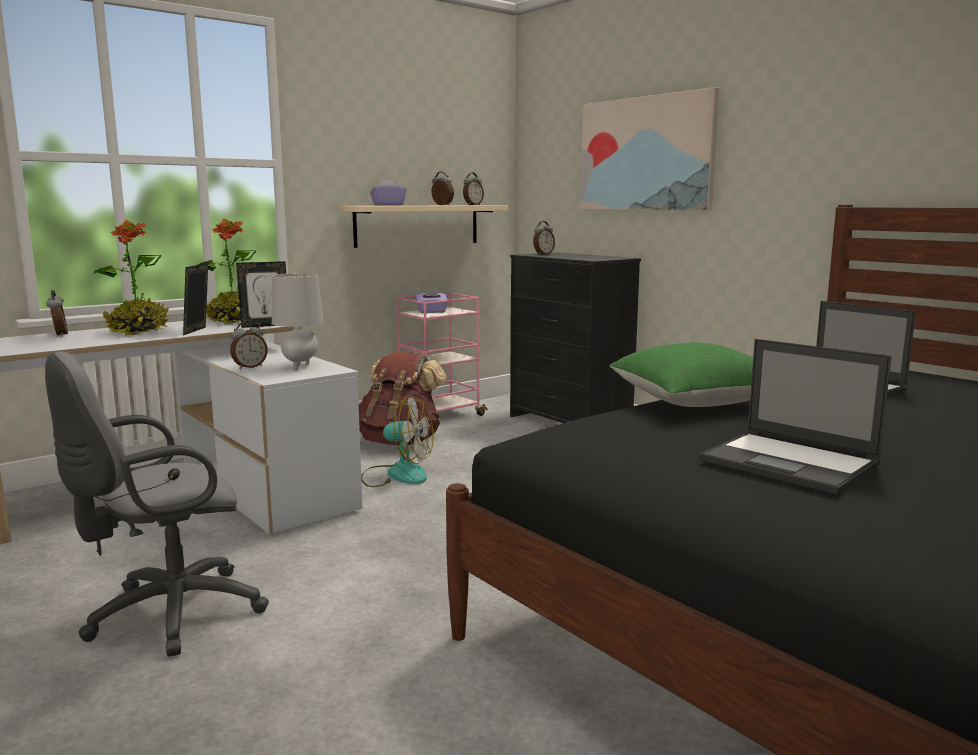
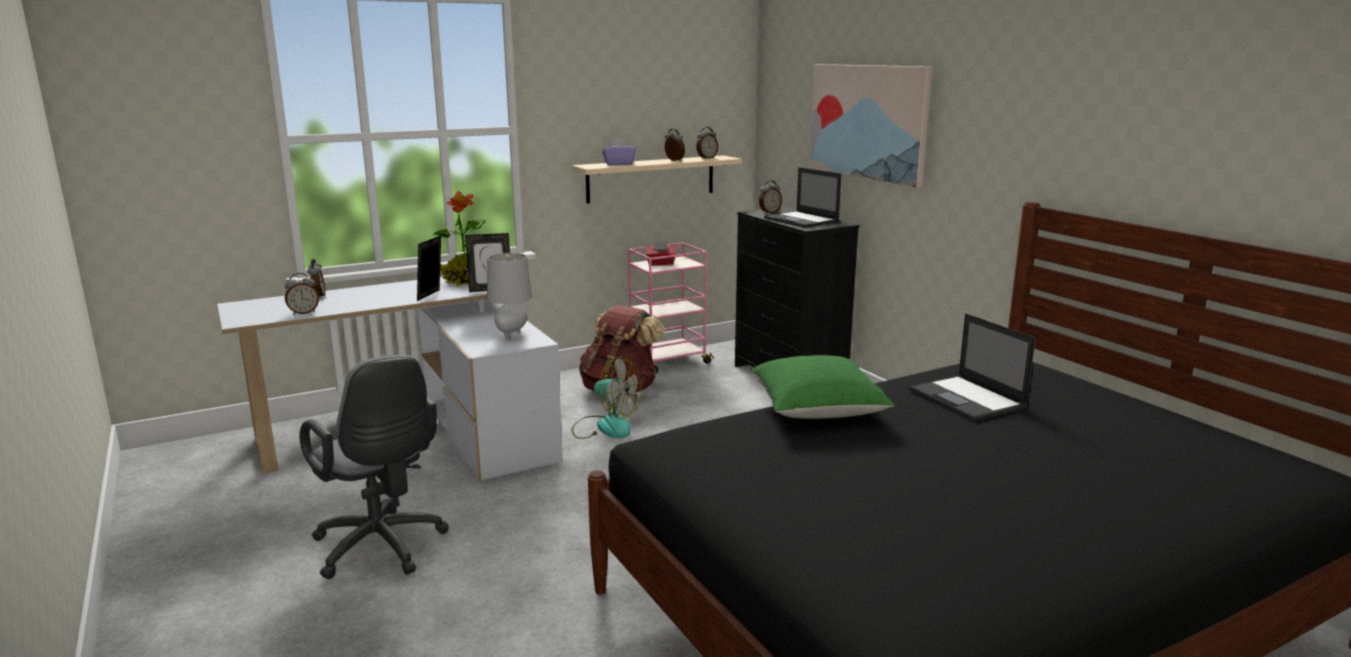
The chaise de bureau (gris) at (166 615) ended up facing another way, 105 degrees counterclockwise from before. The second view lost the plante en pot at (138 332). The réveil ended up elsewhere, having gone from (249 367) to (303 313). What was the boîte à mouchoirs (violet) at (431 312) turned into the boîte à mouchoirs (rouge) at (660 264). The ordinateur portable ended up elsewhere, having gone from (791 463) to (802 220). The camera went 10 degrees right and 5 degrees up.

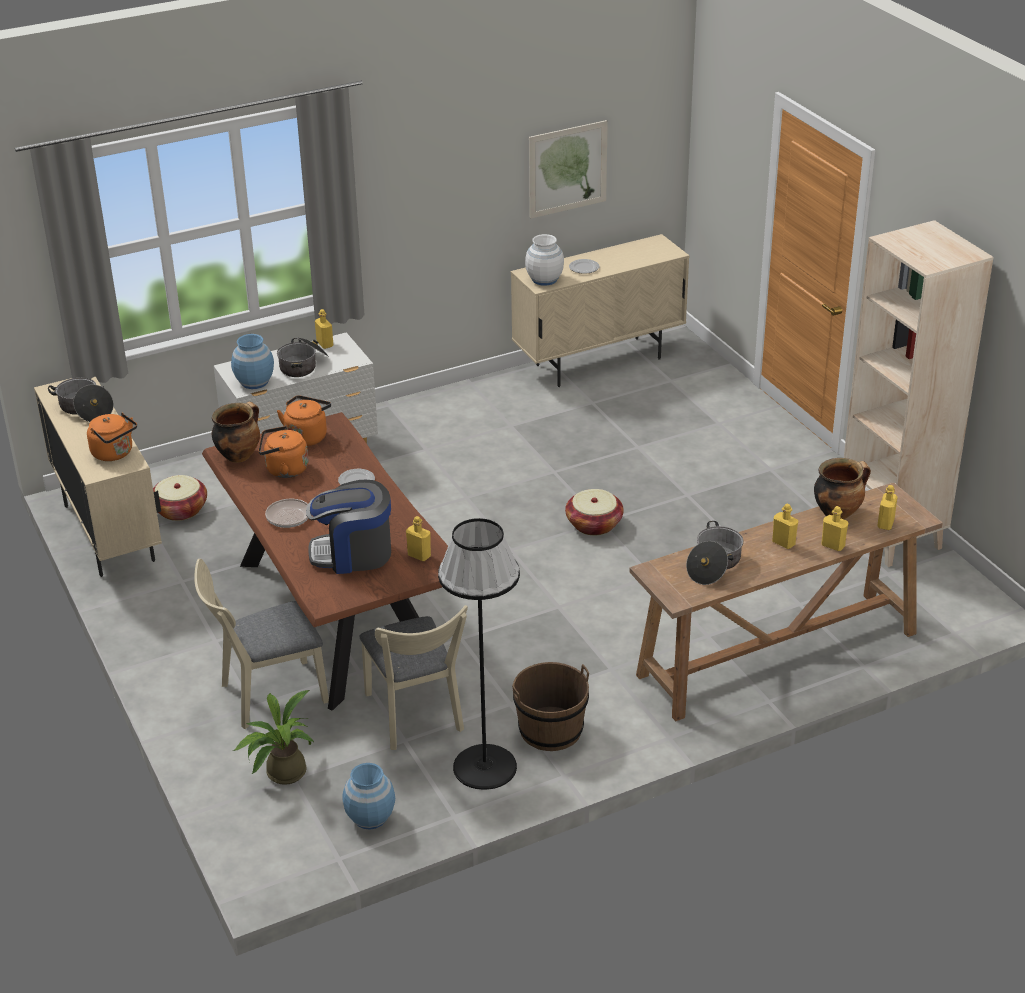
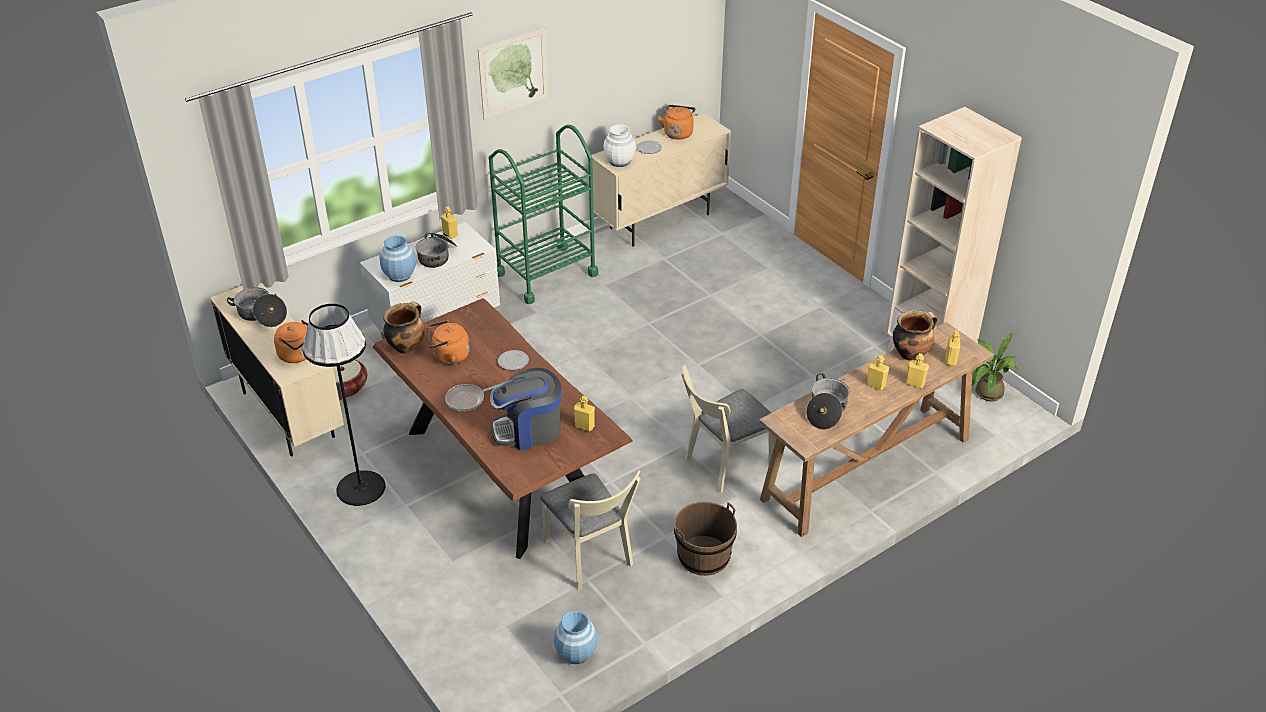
The chaise (beige) ended up elsewhere, having gone from (266 696) to (724 465). The plante en pot ended up elsewhere, having gone from (281 774) to (986 394). The bouilloire (orange) ended up elsewhere, having gone from (307 436) to (678 133). The lampadaire (noir) ended up elsewhere, having gone from (484 766) to (360 488). The tableau ended up elsewhere, having gone from (567 169) to (513 73). The second view lost the panier at (594 524). The second view gained the chariot (vert) at (546 274). The camera went 10 degrees left and 5 degrees up.

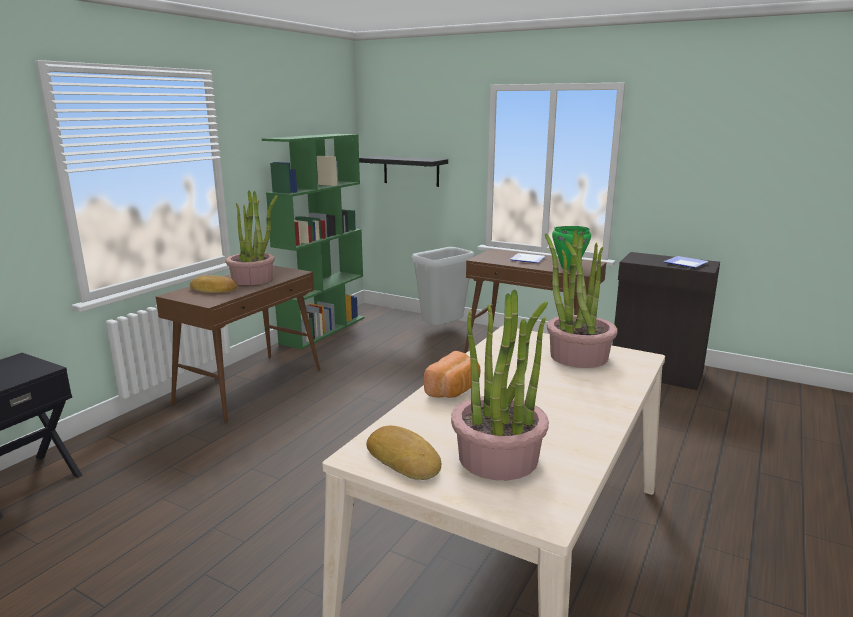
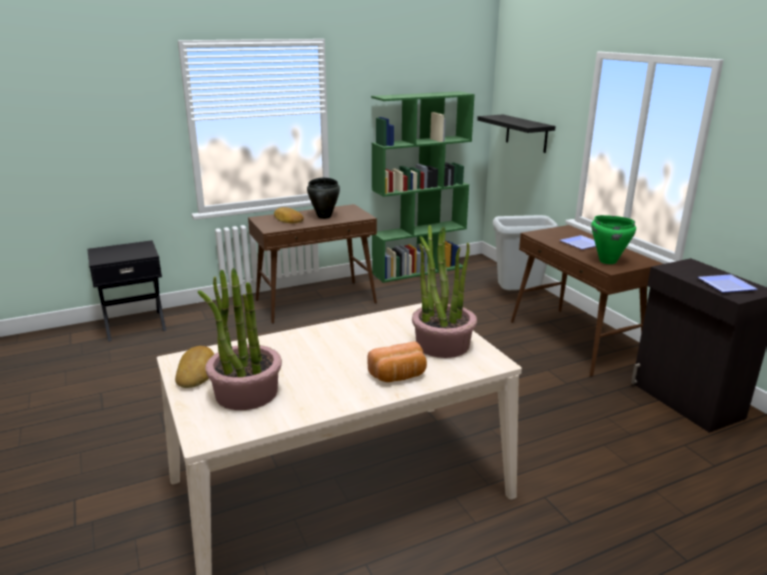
Where the plante en pot stood at (253 279), the marmite (noir) came to stand at (324 216). The pain ended up elsewhere, having gone from (454 390) to (399 376). The camera went 35 degrees right and 5 degrees up.

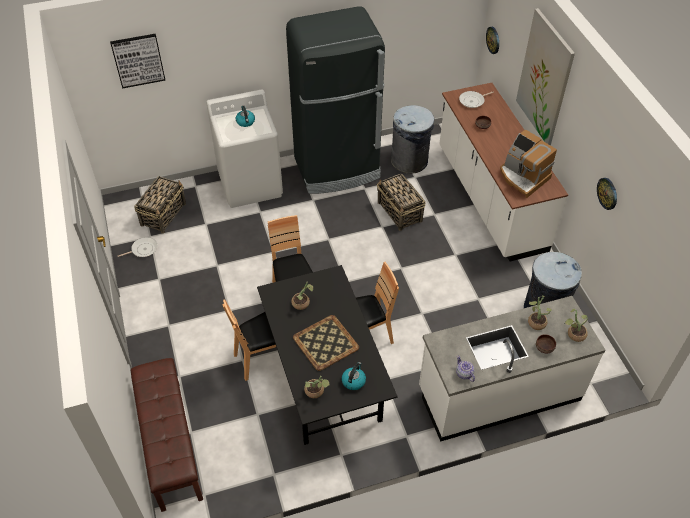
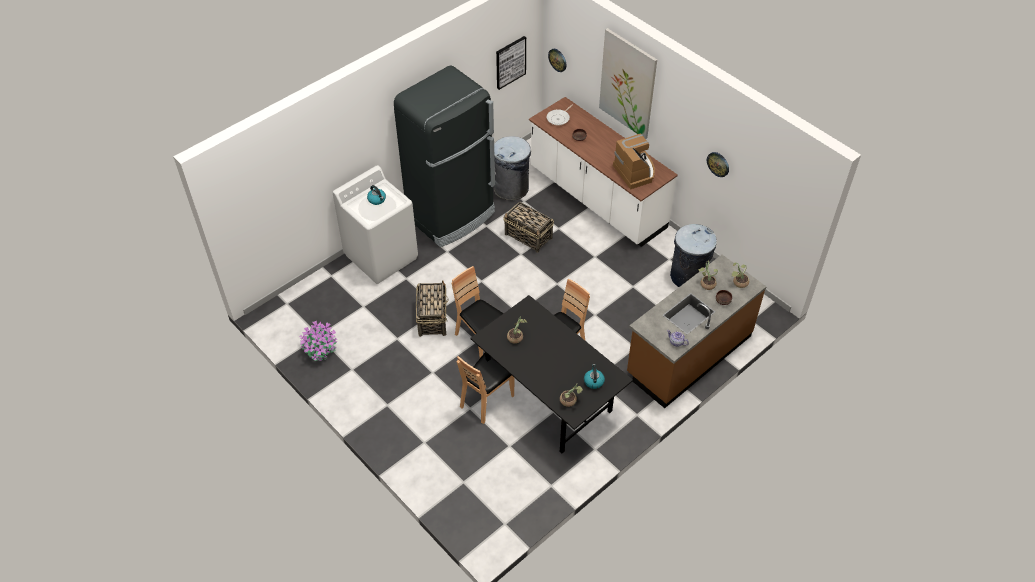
The tableau ended up elsewhere, having gone from (138 60) to (510 62). Where the poêle stood at (143 249), the plante en pot came to stand at (319 349). The second view lost the banc (marron) at (170 444). The panier ended up elsewhere, having gone from (164 214) to (432 318). The second view lost the plateau at (325 342). What was the comptoir de cuisine (blanc) at (498 393) turned into the comptoir de cuisine (marron) at (688 355). The machine à café at (523 177) ended up facing another way, 135 degrees counterclockwise from before. The camera went 25 degrees left and 0 degrees up.

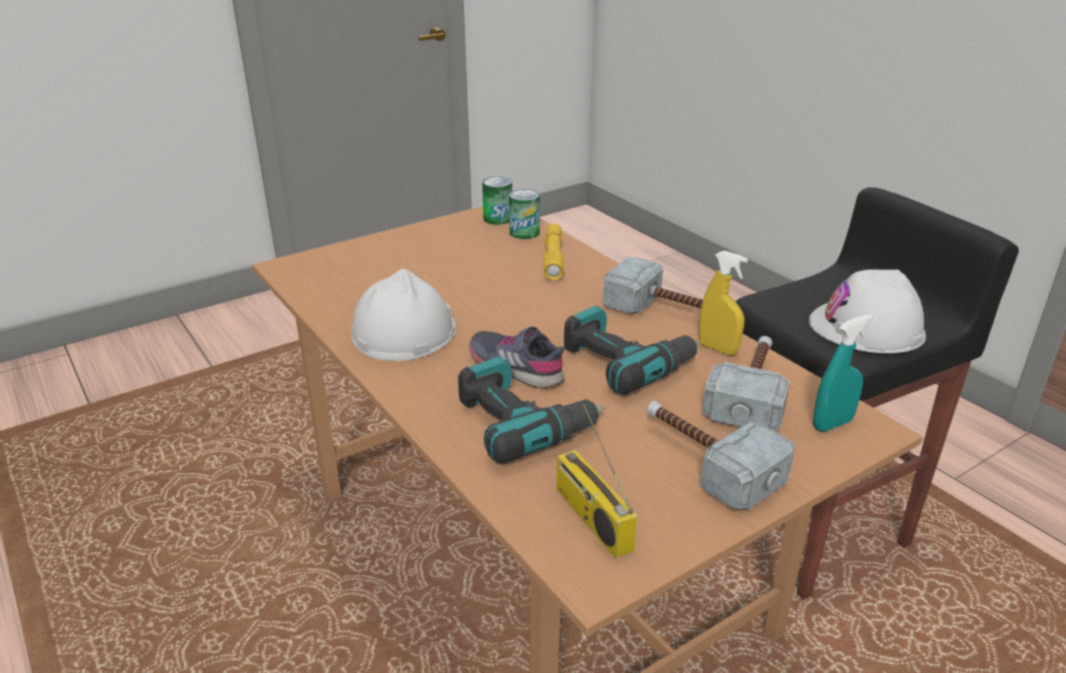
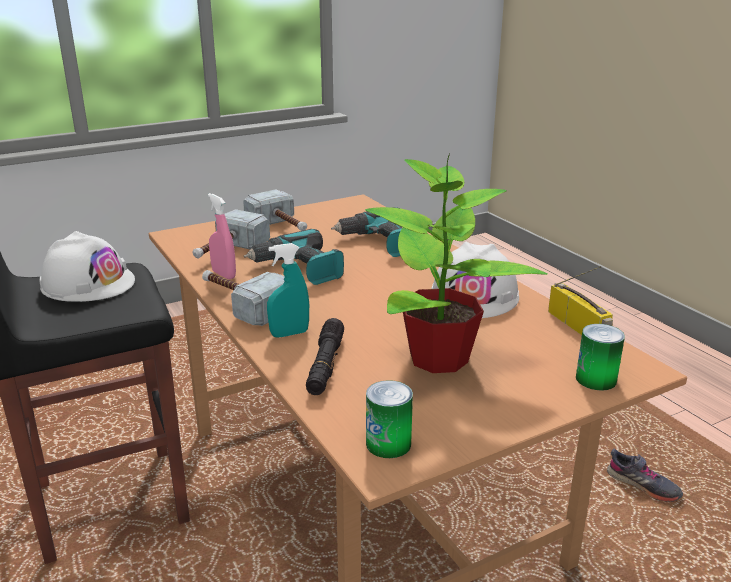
The chaussure (gris) ended up elsewhere, having gone from (516 367) to (642 486). The boîte métallique ended up elsewhere, having gone from (524 232) to (596 379). What was the lampe de poche (jaune) at (553 258) turned into the lampe de poche (noir) at (325 365). The radio ended up elsewhere, having gone from (590 517) to (579 327). What was the vaporisateur (jaune) at (718 349) turned into the vaporisateur (rose) at (224 274). The vaporisateur (turquoise) ended up elsewhere, having gone from (832 424) to (289 334). The second view gained the plante en pot at (439 359). The camera went 175 degrees left and 5 degrees down.

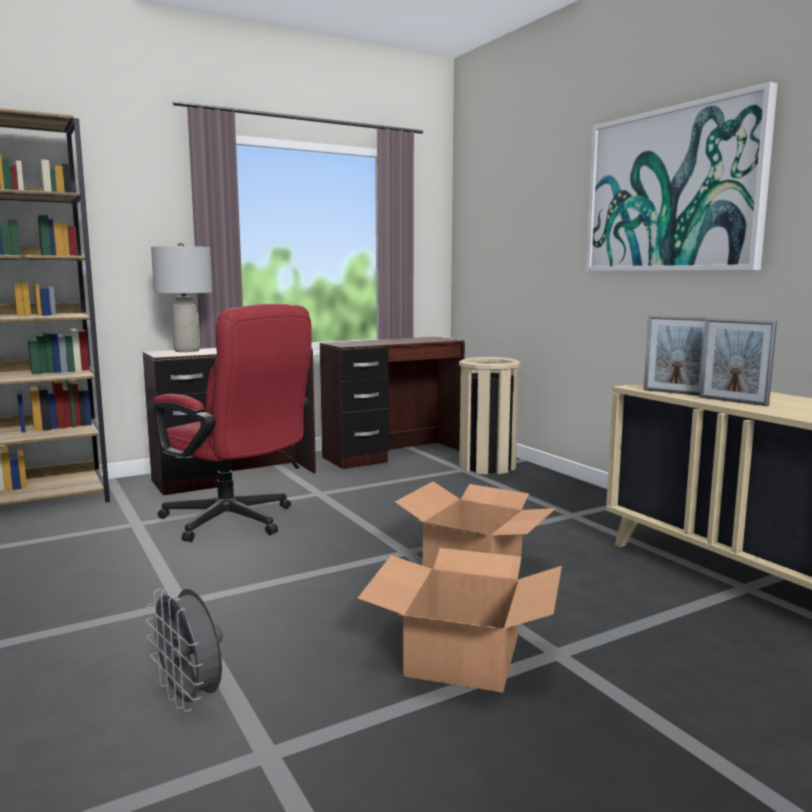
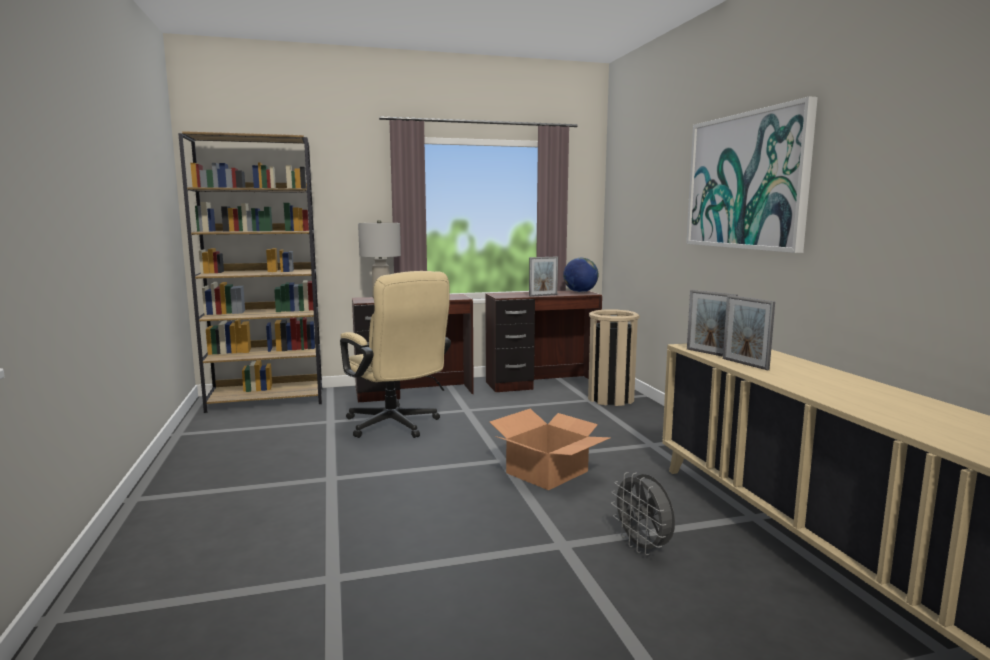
The ventilateur (gris) ended up elsewhere, having gone from (191 698) to (643 547). What was the chaise de bureau (rouge) at (236 522) turned into the chaise de bureau (beige) at (396 426). The second view lost the carton at (462 655). The second view gained the cadre photo at (543 295). The second view gained the globe at (580 292). The camera went 15 degrees right and 0 degrees up.

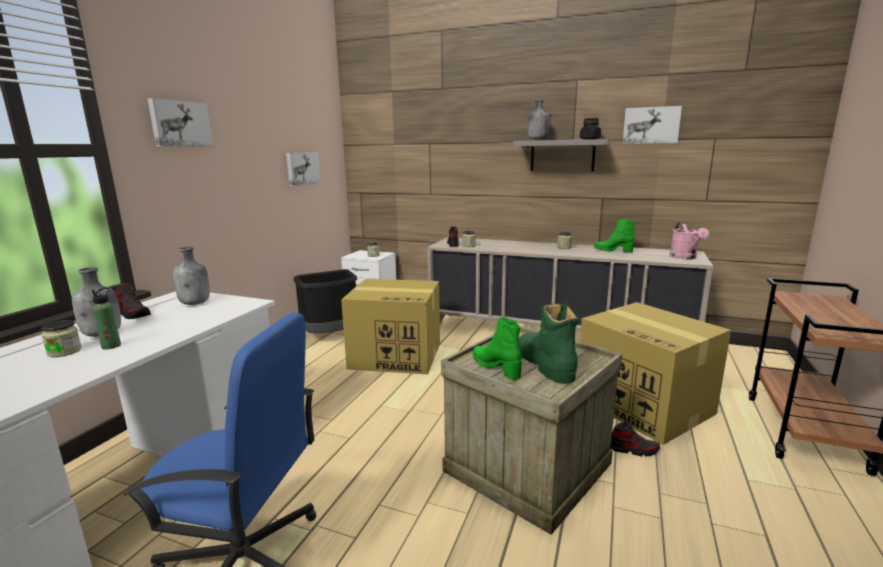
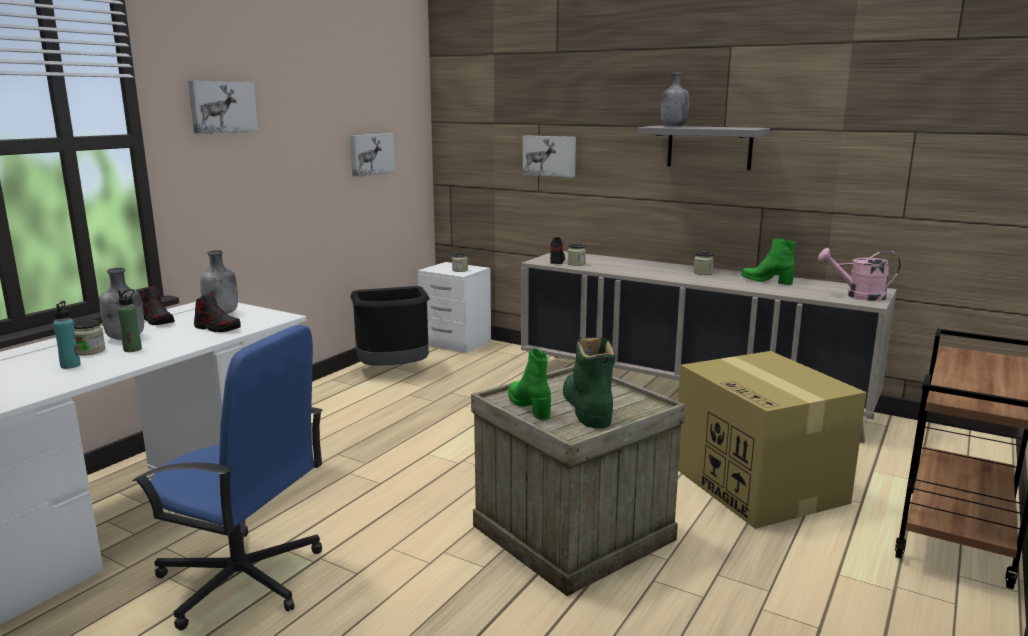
The second view lost the carton at (397 356). The second view lost the bocal (noir) at (590 139). The chaussure ended up elsewhere, having gone from (633 449) to (217 328). The tableau ended up elsewhere, having gone from (651 125) to (550 156). The arrosoir (rose) at (685 257) ended up facing another way, 90 degrees clockwise from before. The second view gained the bouteille (turquoise) at (70 365). The camera went 10 degrees right and 0 degrees up.

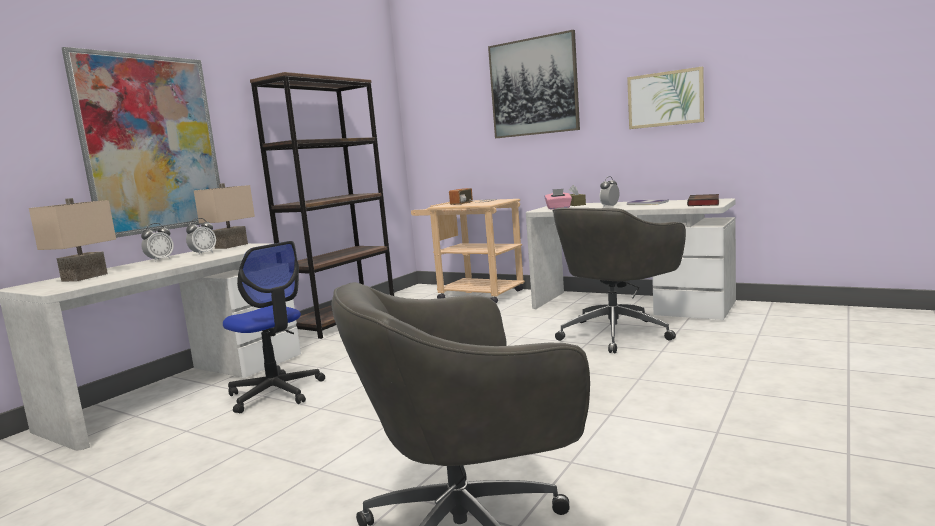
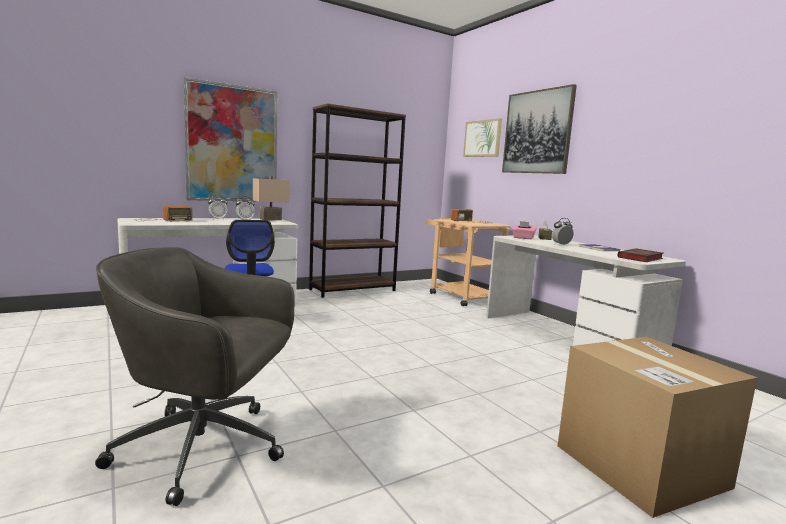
Where the lampe de table (beige) stood at (84 277), the radio came to stand at (161 220). The second view lost the chaise de bureau (gris) at (616 333). The tableau ended up elsewhere, having gone from (665 99) to (482 138). The second view gained the carton at (640 466). The camera went 25 degrees right and 0 degrees up.

